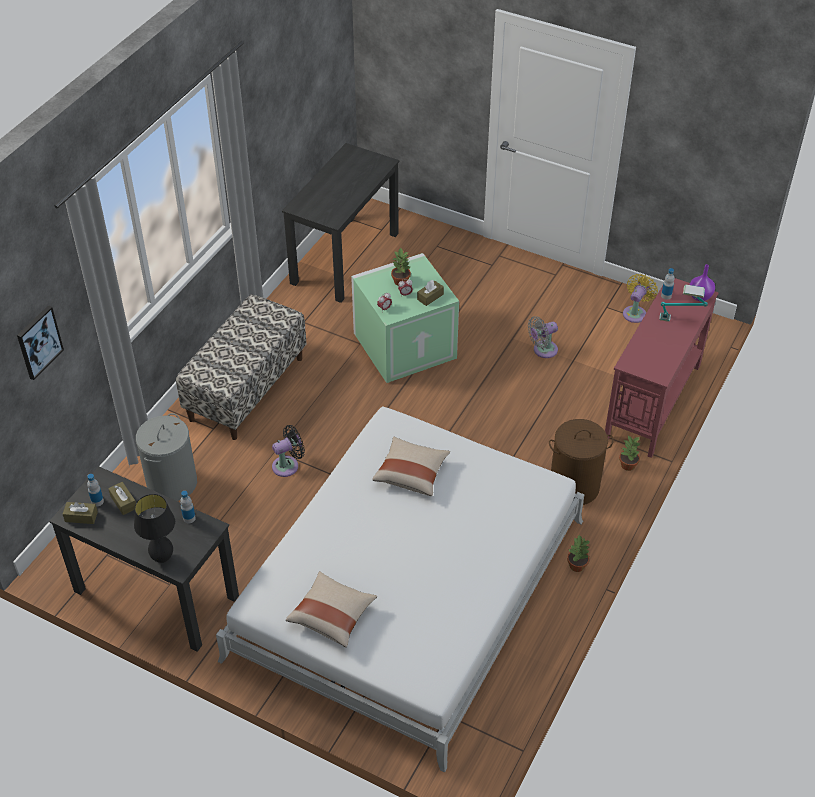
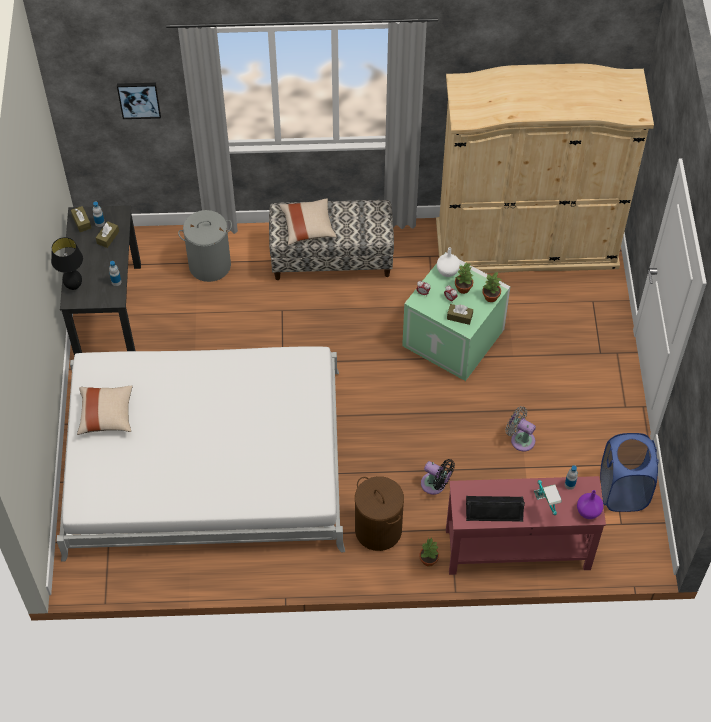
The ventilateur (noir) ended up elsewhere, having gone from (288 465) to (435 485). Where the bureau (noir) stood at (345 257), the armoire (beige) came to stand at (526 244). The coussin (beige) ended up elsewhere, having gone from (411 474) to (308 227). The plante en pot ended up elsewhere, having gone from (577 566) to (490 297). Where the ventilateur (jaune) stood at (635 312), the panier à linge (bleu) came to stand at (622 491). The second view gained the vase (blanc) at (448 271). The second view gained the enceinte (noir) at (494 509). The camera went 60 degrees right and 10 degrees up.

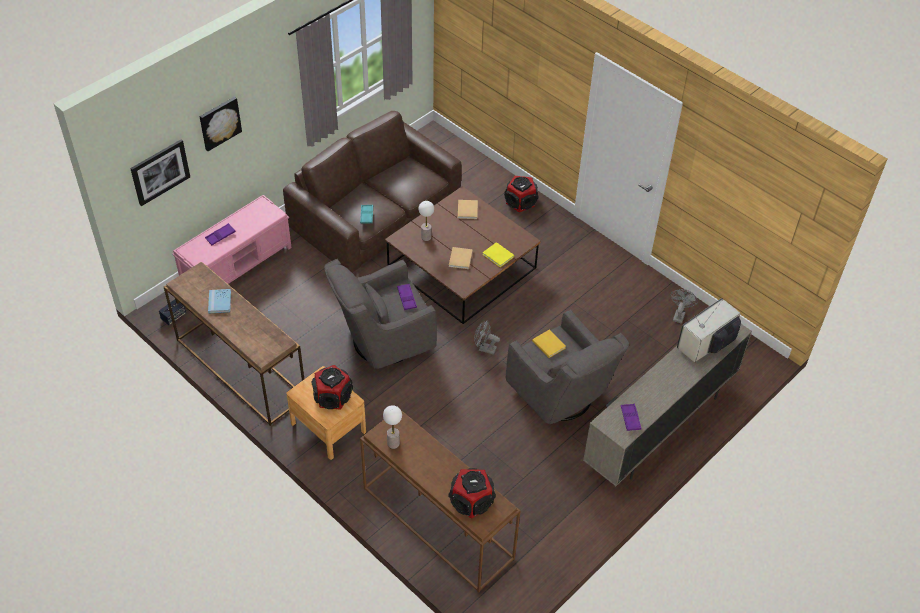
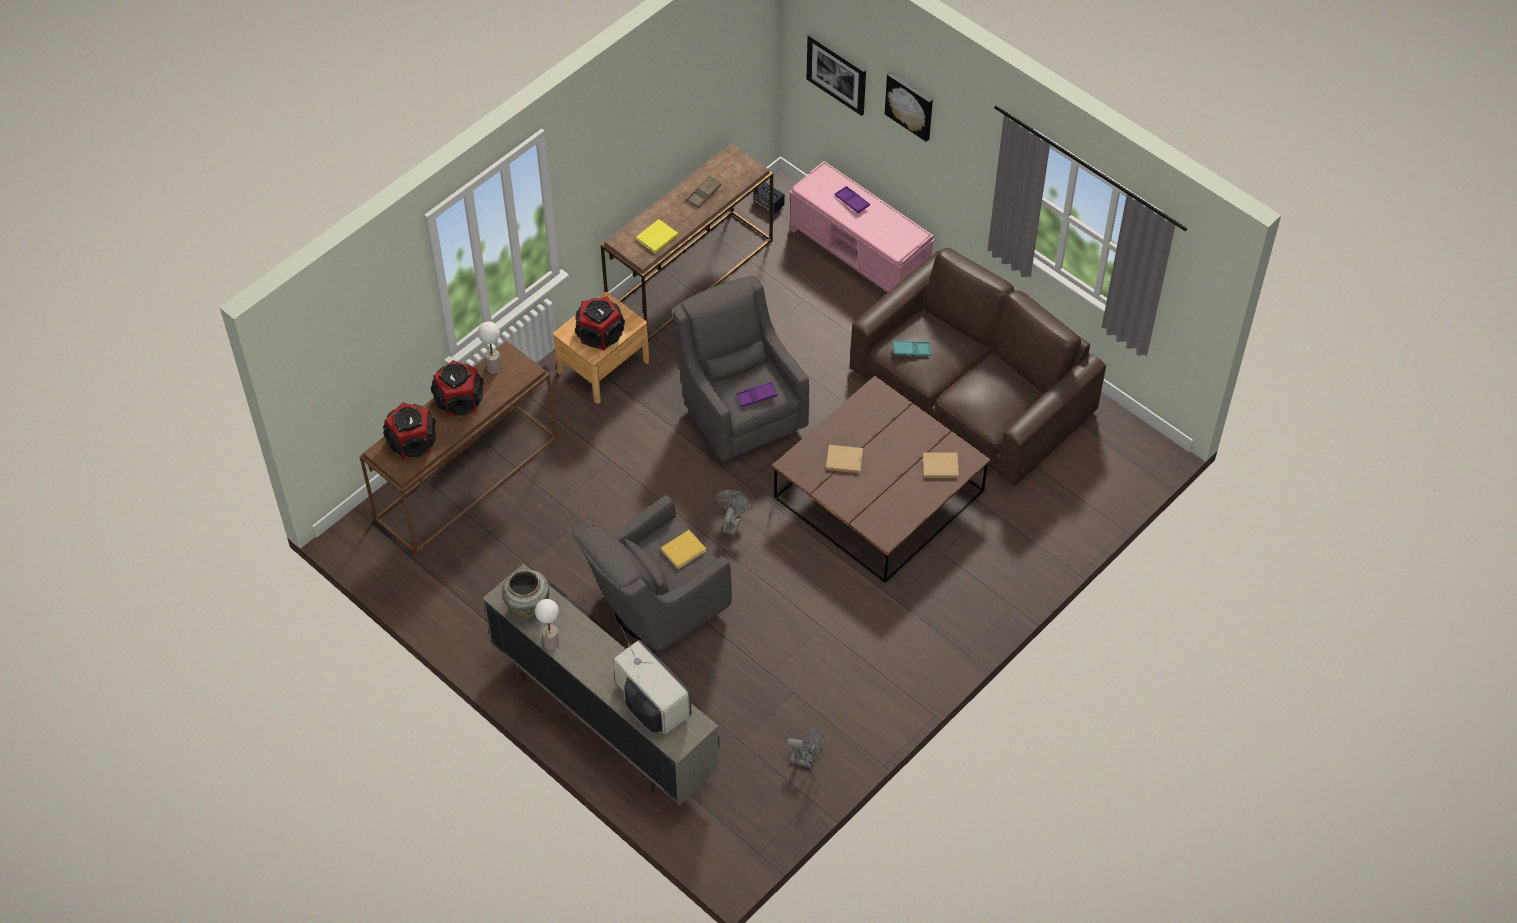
Where the livre (bleu) stood at (219 302), the plateau (marron) came to stand at (703 194). The lampe de table ended up elsewhere, having gone from (426 237) to (551 643). The livre (jaune) ended up elsewhere, having gone from (498 256) to (656 238). The enceinte ended up elsewhere, having gone from (521 202) to (459 401). Where the plateau (violet) stood at (630 418), the vase (beige) came to stand at (528 607). The camera went 90 degrees right and 5 degrees up.

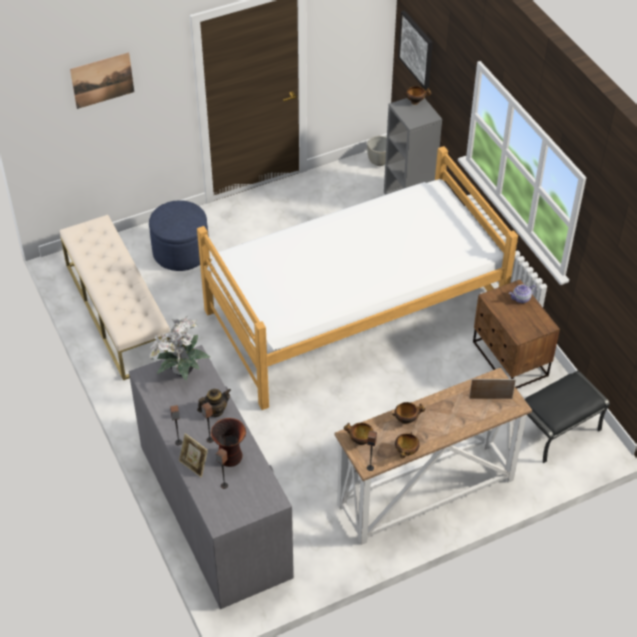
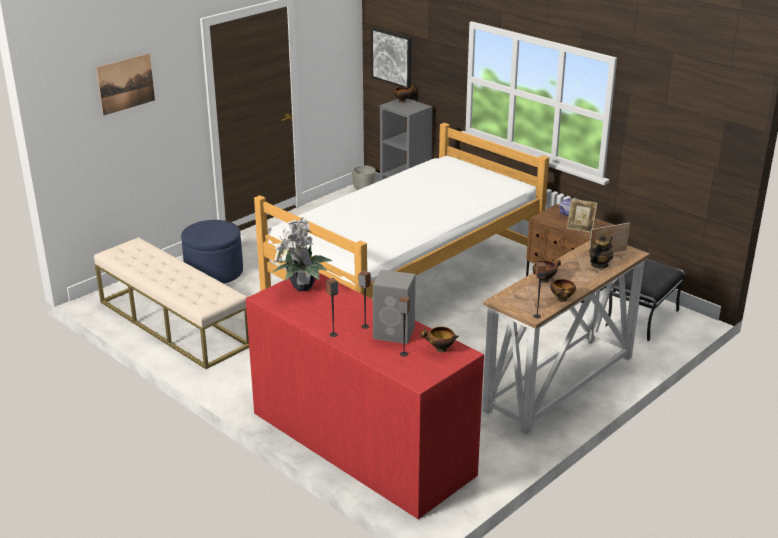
What was the commode (gris) at (214 509) turned into the commode (rouge) at (361 443). The cadre photo ended up elsewhere, having gone from (194 465) to (580 229). The théière ended up elsewhere, having gone from (215 410) to (599 265). Where the vase stood at (230 456), the enceinte (gris) came to stand at (395 333). The bol ended up elsewhere, having gone from (360 441) to (440 349). The camera went 20 degrees left and 20 degrees down.

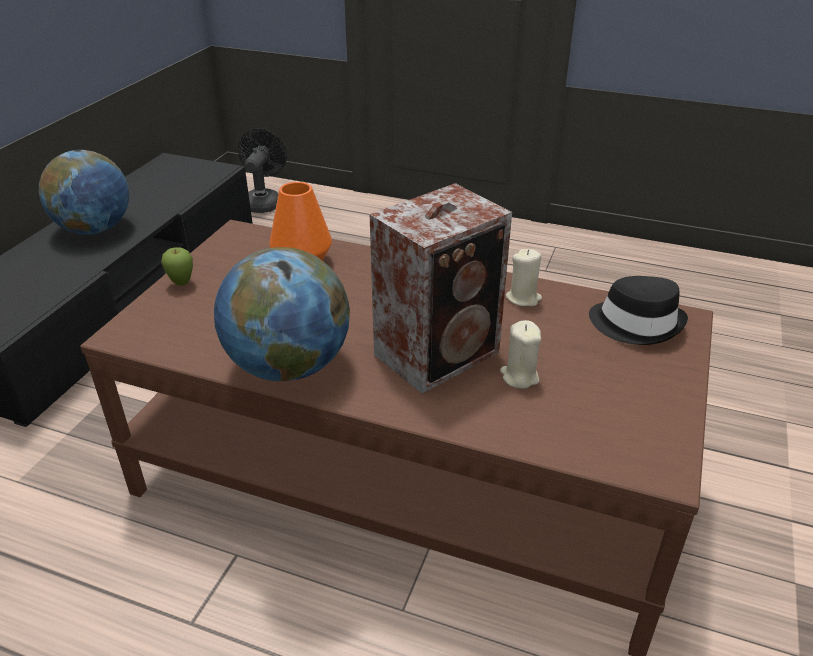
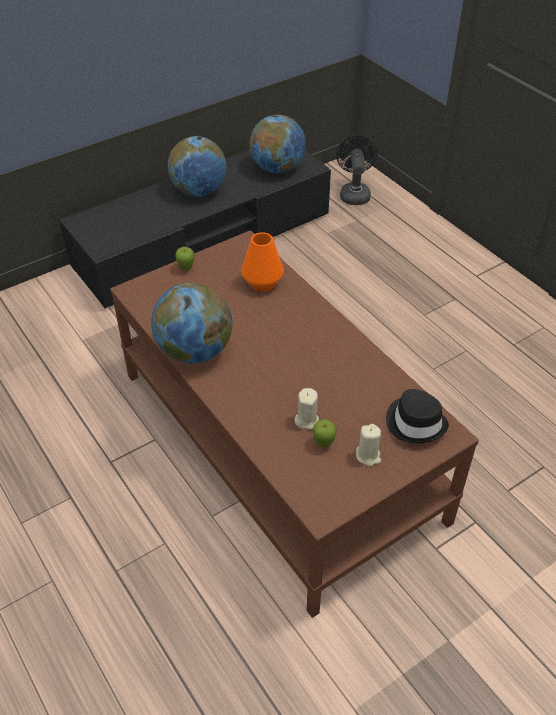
The ventilateur (noir) at (263 202) ended up facing another way, 45 degrees counterclockwise from before. The second view lost the enceinte at (440 353). The bougie (beige) ended up elsewhere, having gone from (523 298) to (368 456). The second view gained the globe at (277 168). The second view gained the pomme at (323 444). The camera went 35 degrees right and 10 degrees up.

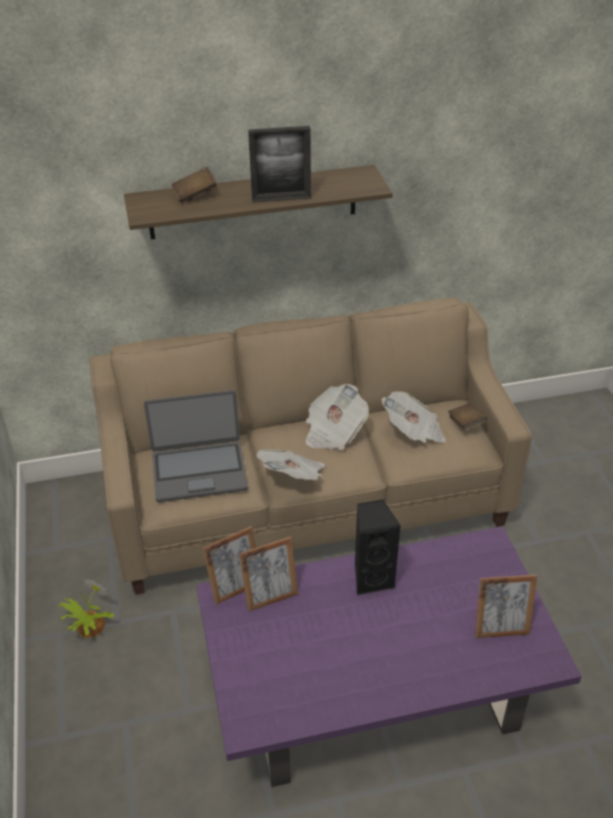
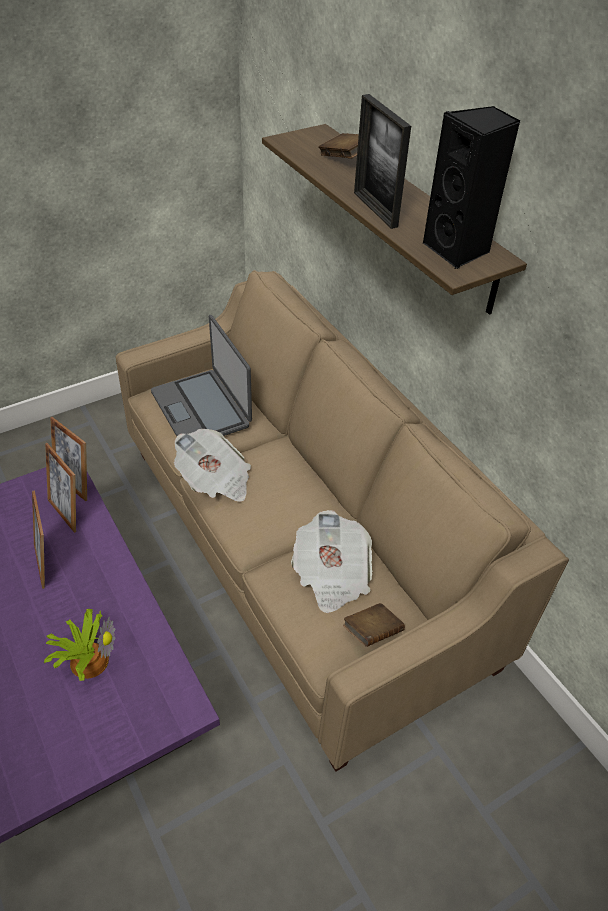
The plante en pot ended up elsewhere, having gone from (89 626) to (87 659). The second view lost the journal at (333 431). The enceinte (noir) ended up elsewhere, having gone from (372 578) to (458 250). The cadre photo ended up elsewhere, having gone from (500 629) to (47 563). The camera went 70 degrees right and 5 degrees up.

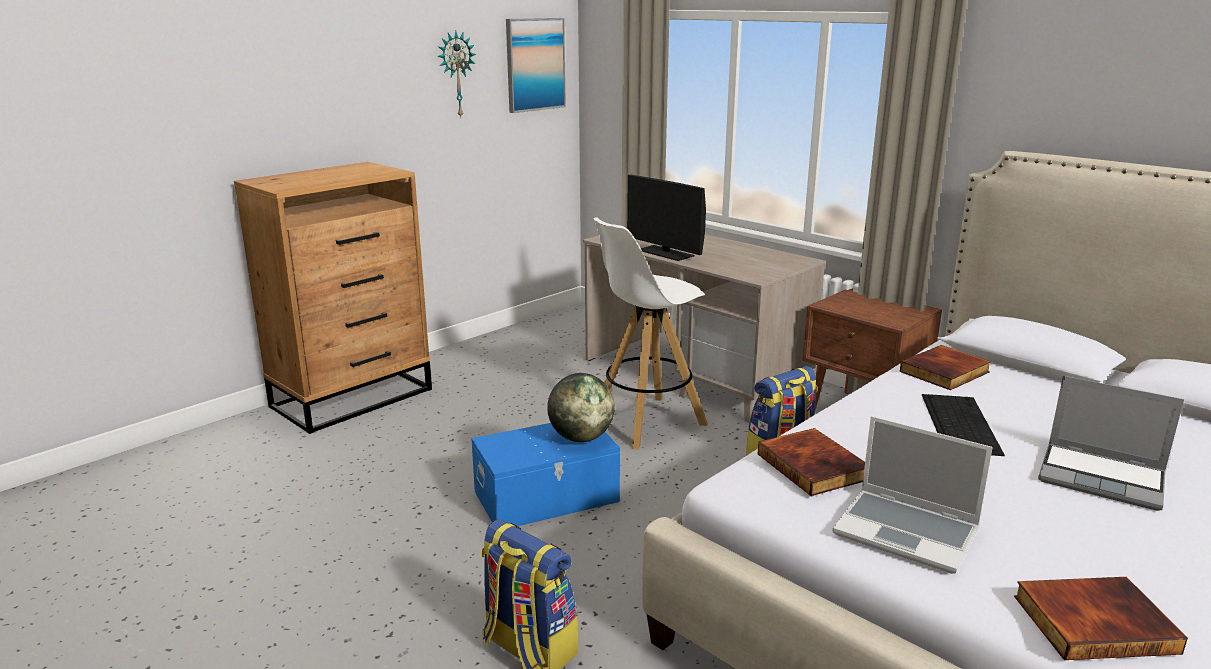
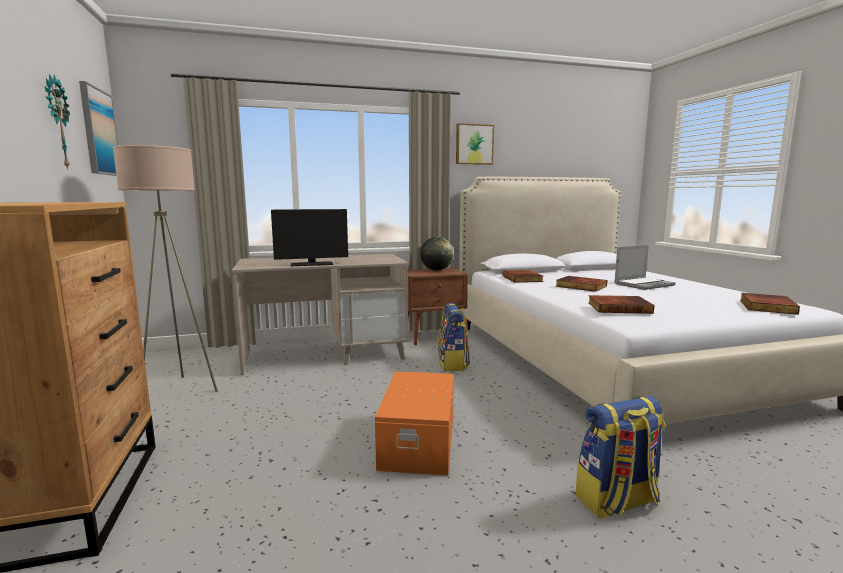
What was the boîte de rangement (bleu) at (547 497) turned into the boîte de rangement (orange) at (420 441). The globe ended up elsewhere, having gone from (581 438) to (436 270). The second view lost the tabouret (blanc) at (646 422). The second view lost the ordinateur portable at (907 532). Where the clavier stood at (959 423), the livre came to stand at (580 286). The second view gained the lampadaire (beige) at (180 390). The second view gained the tableau at (474 144). The camera went 60 degrees left and 10 degrees down.

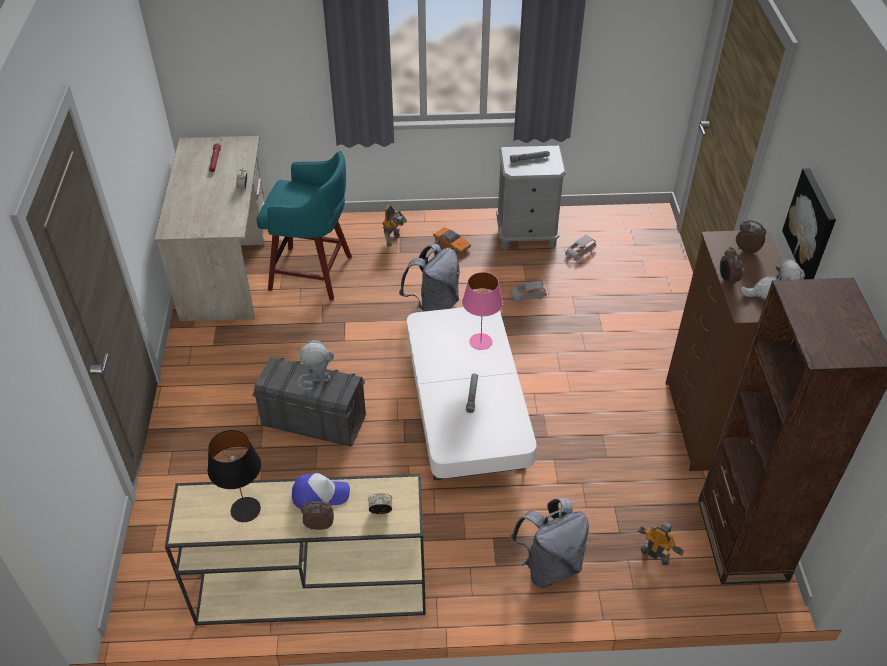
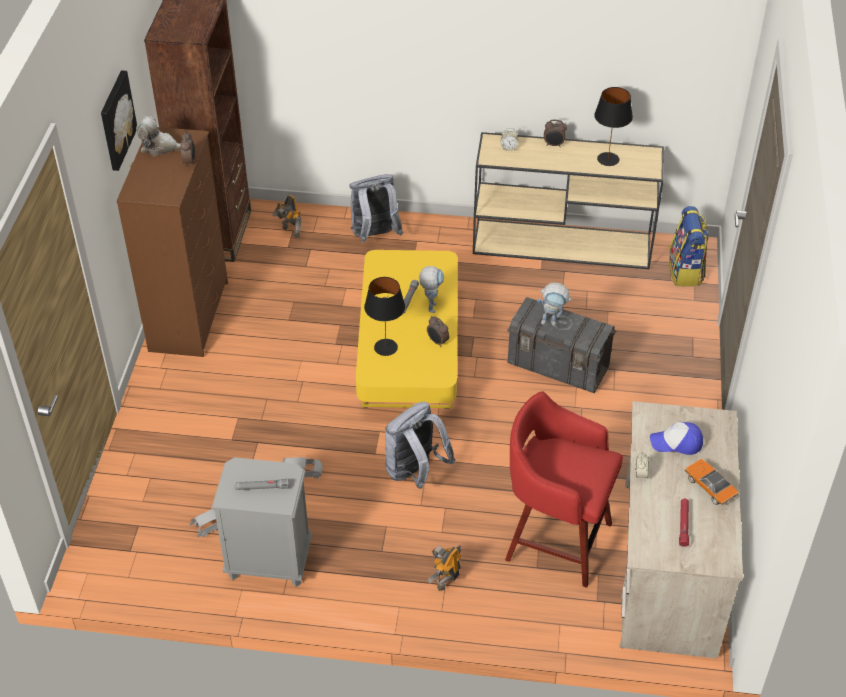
What was the tabouret (turquoise) at (313 274) turned into the tabouret (rouge) at (555 540). The casquette ended up elsewhere, having gone from (320 495) to (676 443). What was the table basse (blanc) at (466 414) turned into the table basse (jaune) at (409 353). The petite voiture ended up elsewhere, having gone from (452 244) to (710 486). What was the lampe de table (rose) at (481 342) turned into the lampe de table (noir) at (385 347). The réveil ended up elsewhere, having gone from (747 250) to (437 342). The second view gained the robot jouet at (431 305). The second view gained the sac à dos at (686 271). The camera went 170 degrees left and 0 degrees up.

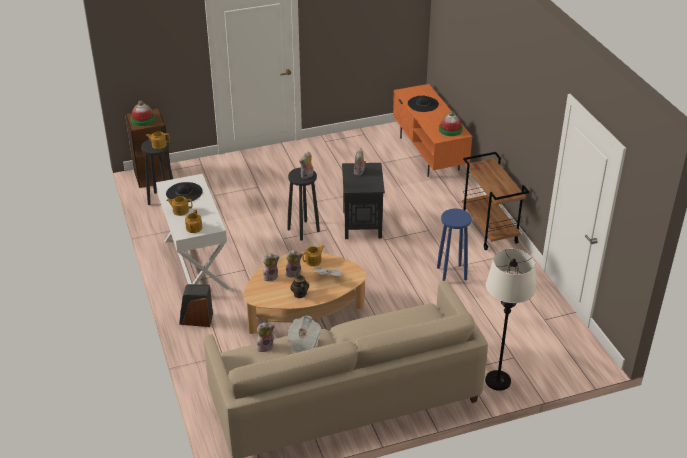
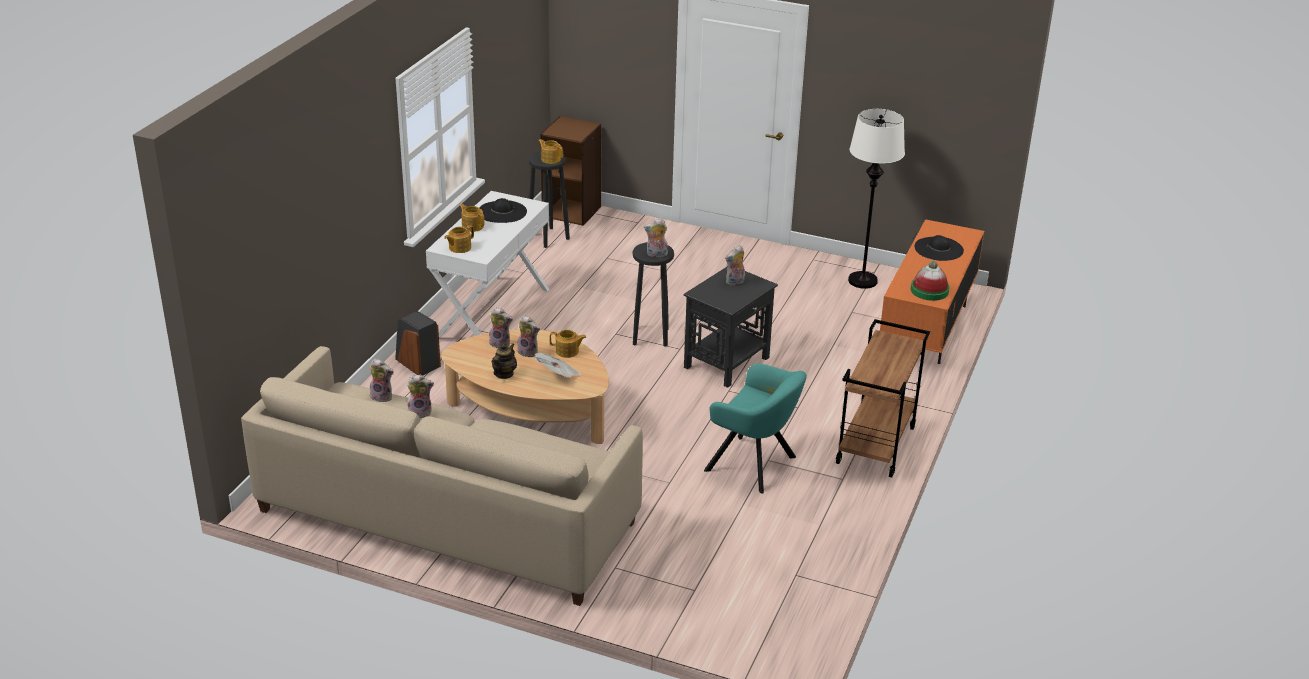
The second view lost the chapeau at (143 119). Where the journal stood at (303 342), the peluche came to stand at (420 412). Where the tabouret (bleu) stood at (451 274), the fauteuil (turquoise) came to stand at (755 465). The lampadaire (blanc) ended up elsewhere, having gone from (497 381) to (862 281). The camera went 40 degrees right and 5 degrees down.

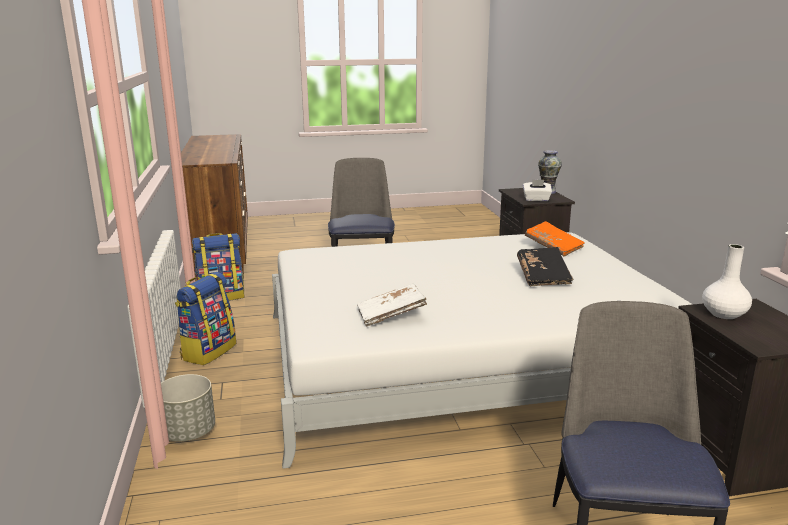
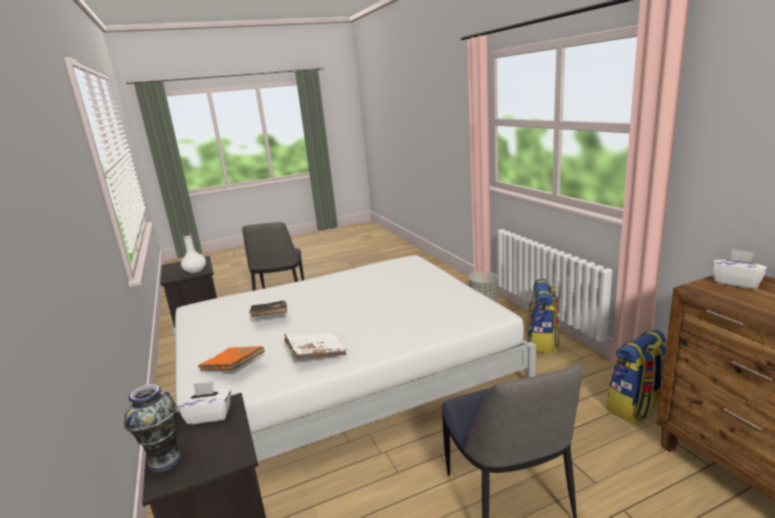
The livre (blanc) ended up elsewhere, having gone from (391 315) to (316 353). The second view gained the boîte à mouchoirs (blanc) at (736 283). The camera went 170 degrees right and 0 degrees up.

